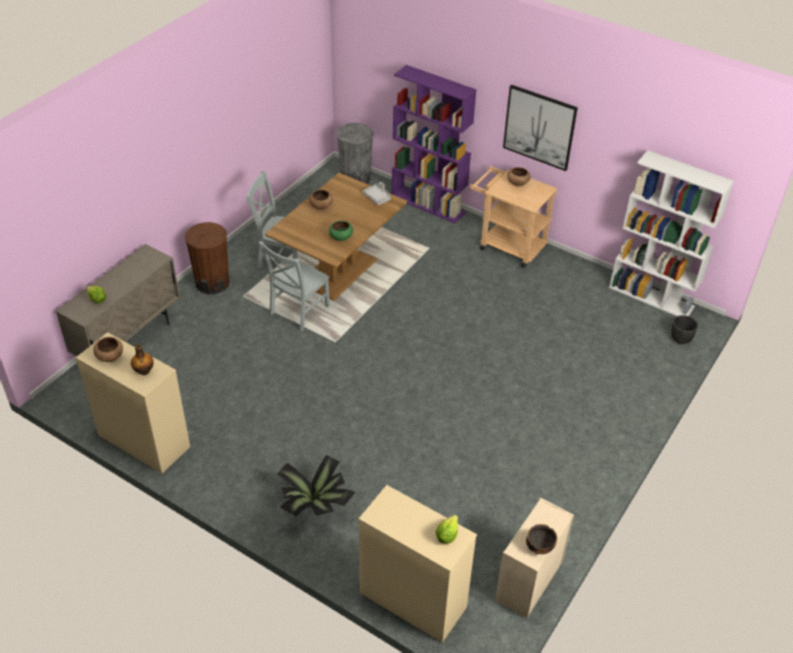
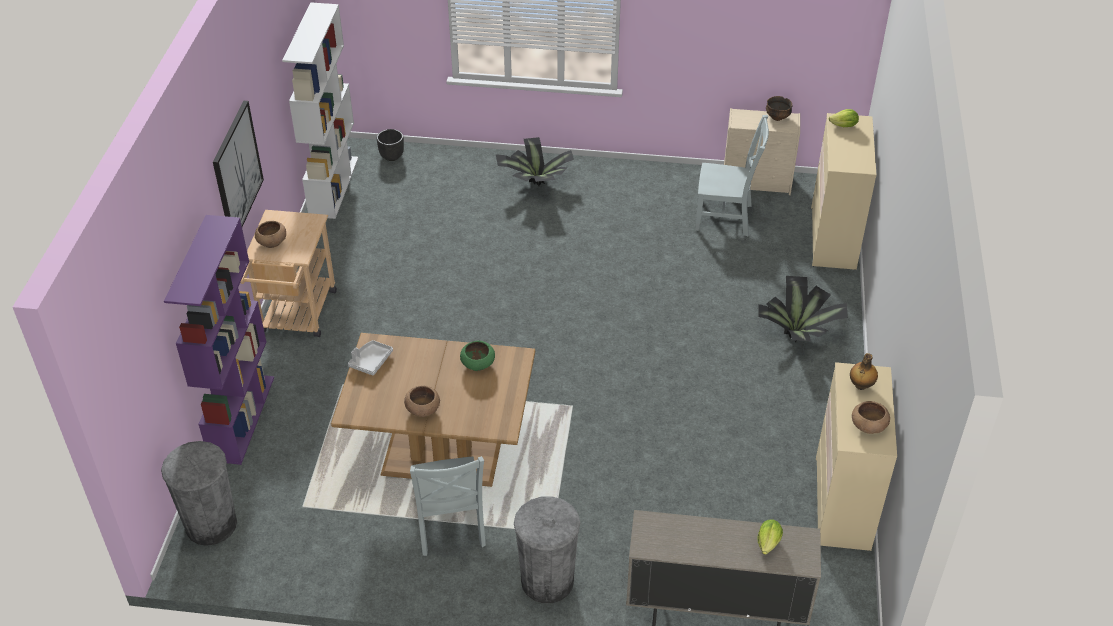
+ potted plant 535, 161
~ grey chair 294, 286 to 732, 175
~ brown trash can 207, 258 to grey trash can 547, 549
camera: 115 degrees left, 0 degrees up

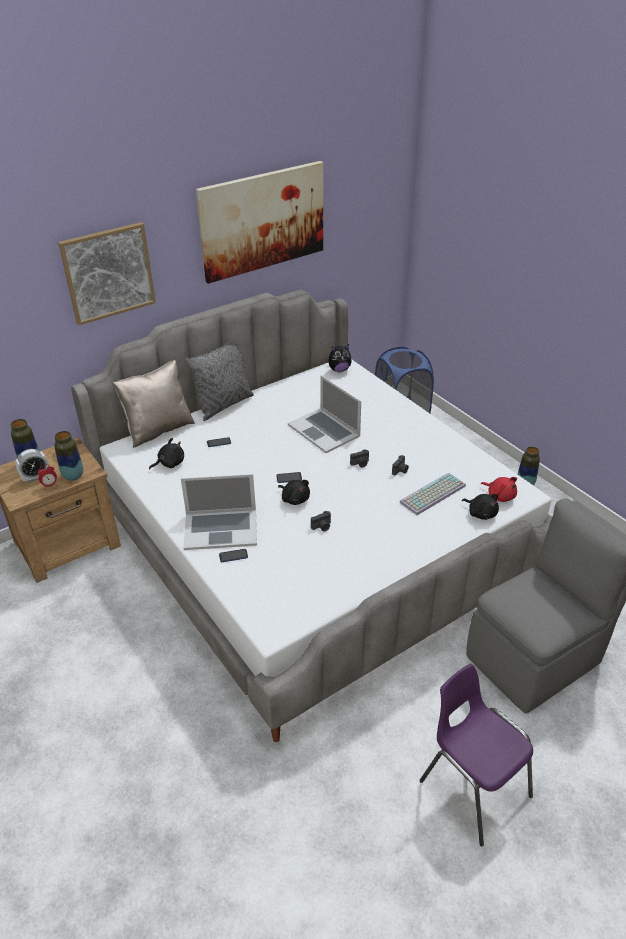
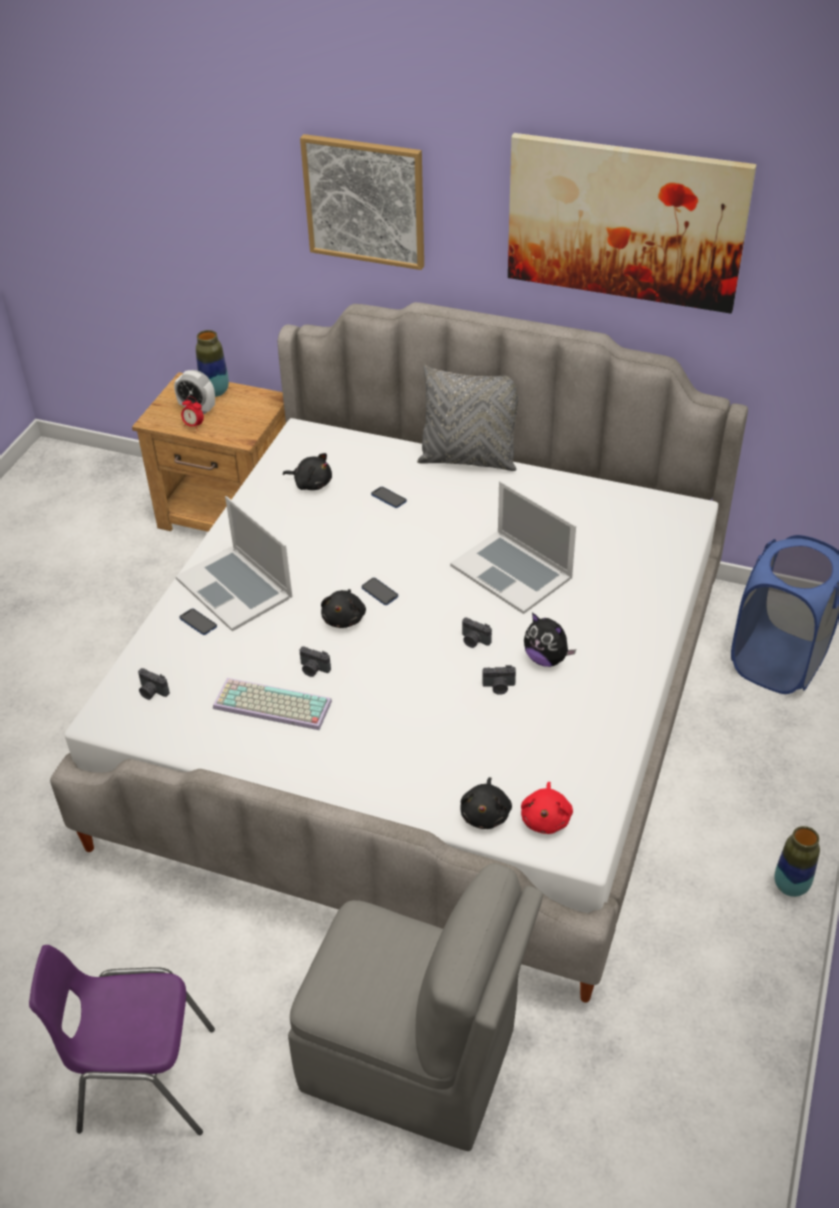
- vase 68, 456
- beige pillow 154, 404
+ photo camera 154, 684
~ plush toy 340, 358 to 550, 640
~ keyboard 432, 493 to 272, 704
~ laptop 324, 414 = 513, 547 60 degrees counterclockwise
~ purple chair 476, 755 = 122, 1040 105 degrees counterclockwise
camera: 55 degrees right, 5 degrees up

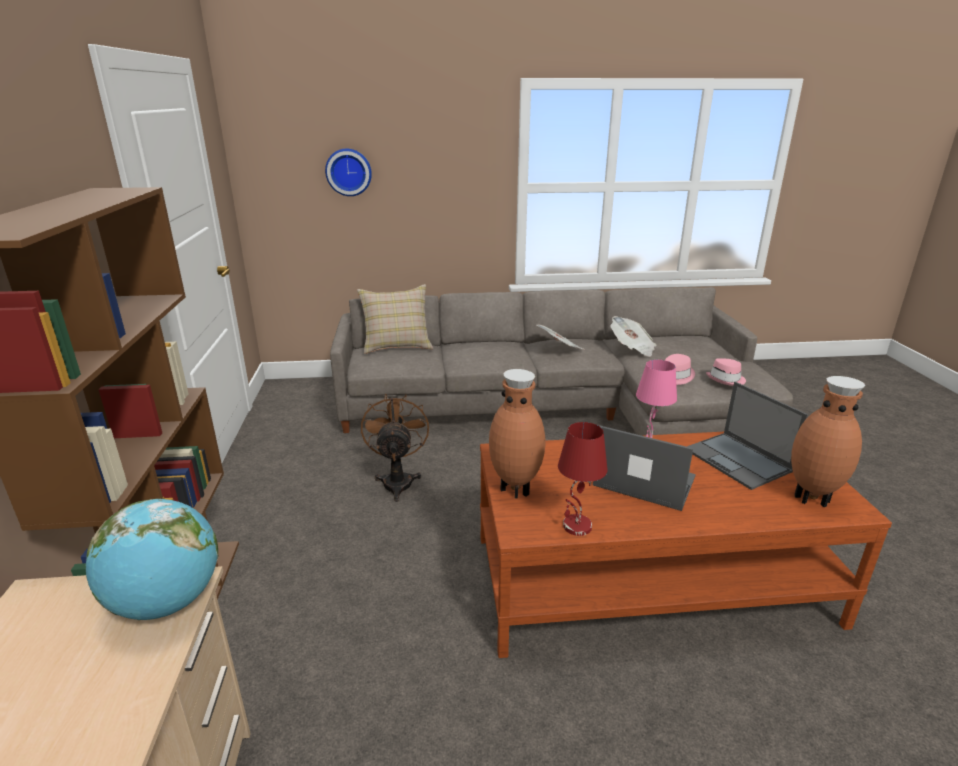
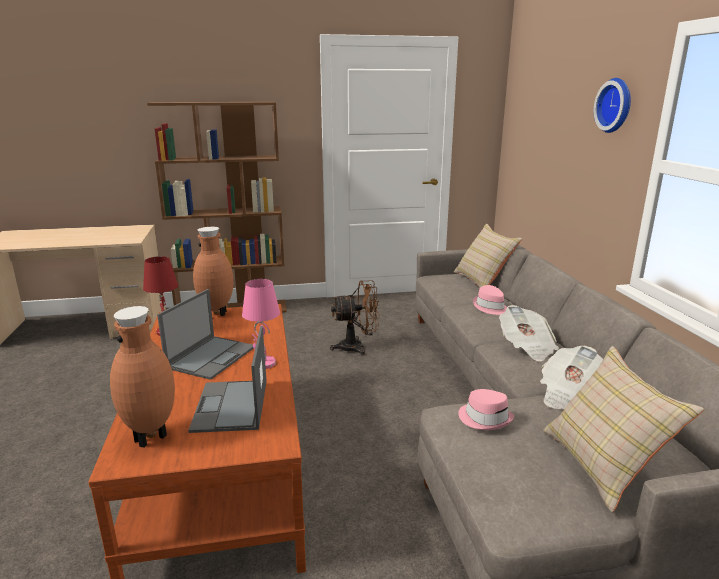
- globe 152, 559
+ beige pillow 623, 429
~ wall clock 348, 172 to 612, 105
~ pink hat 726, 372 to 490, 300
~ laptop 747, 436 = 227, 379 60 degrees counterclockwise
camera: 85 degrees right, 5 degrees down

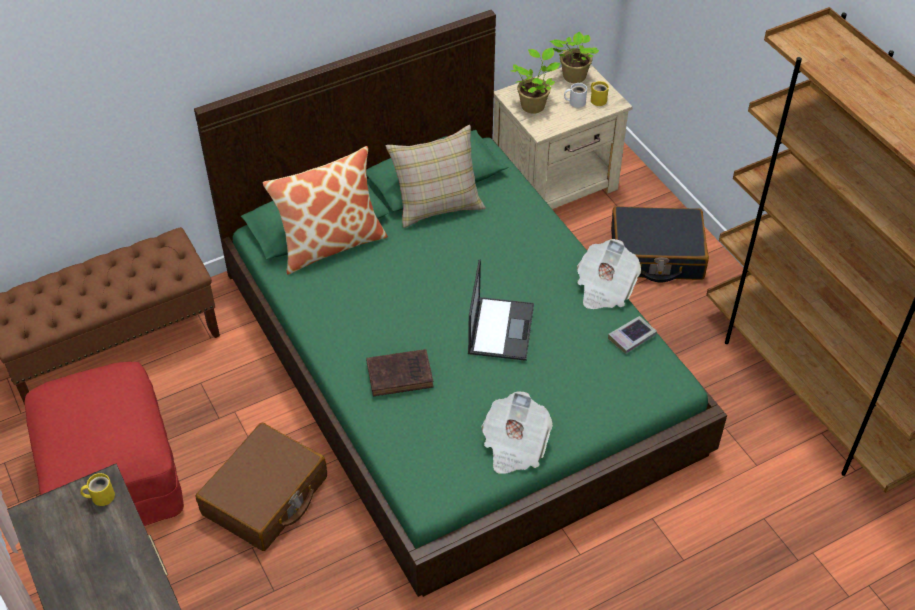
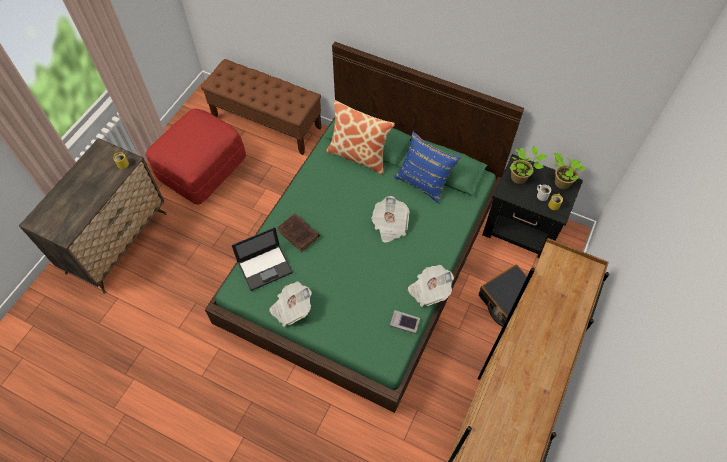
- brown suitcase 261, 487
+ newspaper 390, 219
~ laptop 501, 310 to 262, 259
~ beige pillow 436, 176 to blue pillow 427, 168
~ beige nightstand 563, 137 to black nightstand 532, 206
camera: 55 degrees right, 10 degrees up

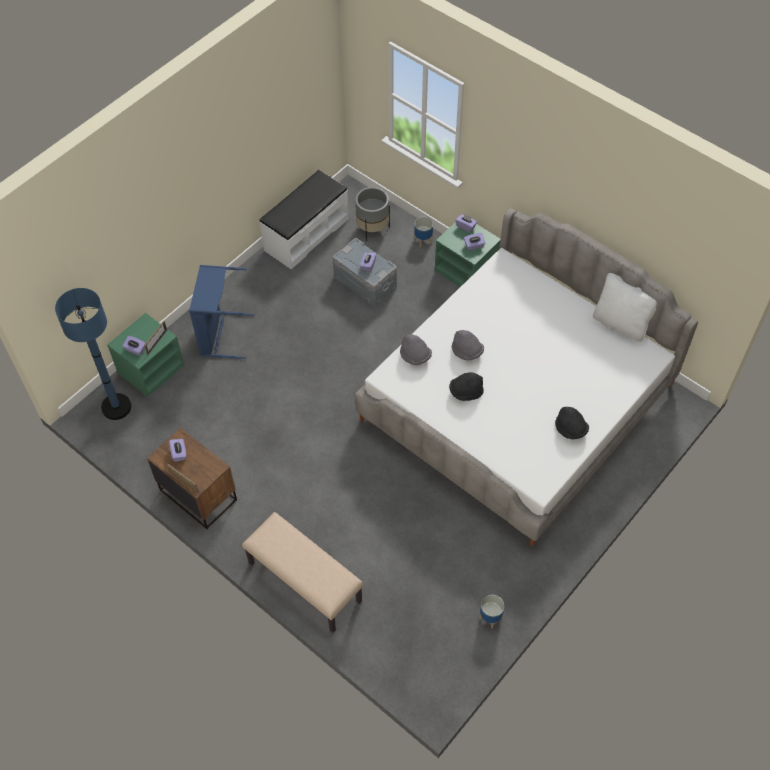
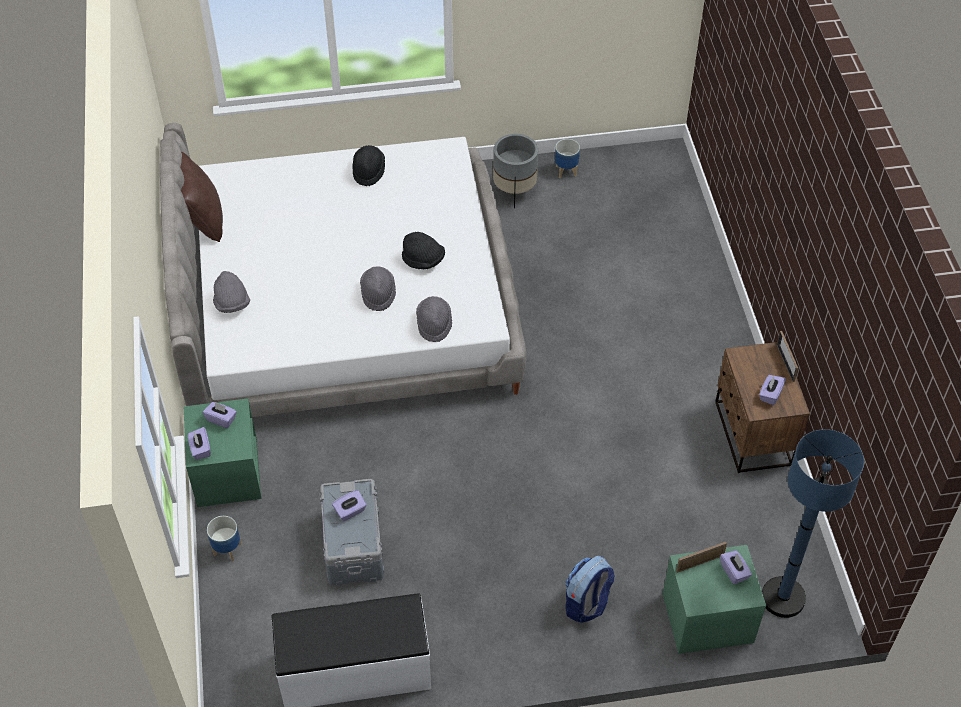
- beige bench 302, 572
+ grey hat 231, 292
~ grey planter 372, 214 to 515, 171
~ blue laundry basket 222, 312 to backpack 590, 589
~ white pillow 625, 307 to brown pillow 201, 197
camera: 140 degrees left, 5 degrees down

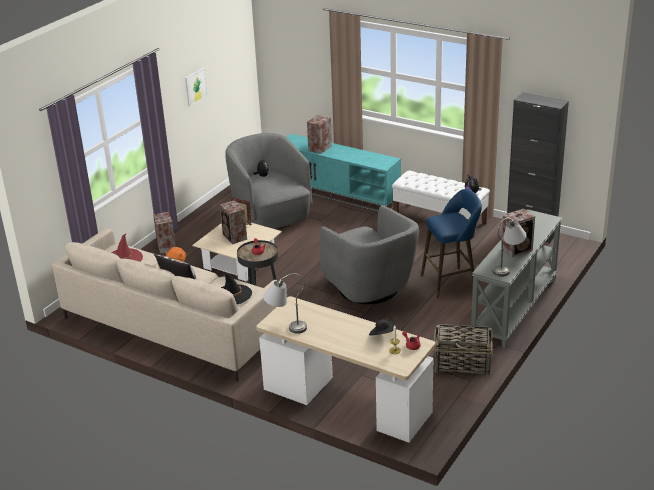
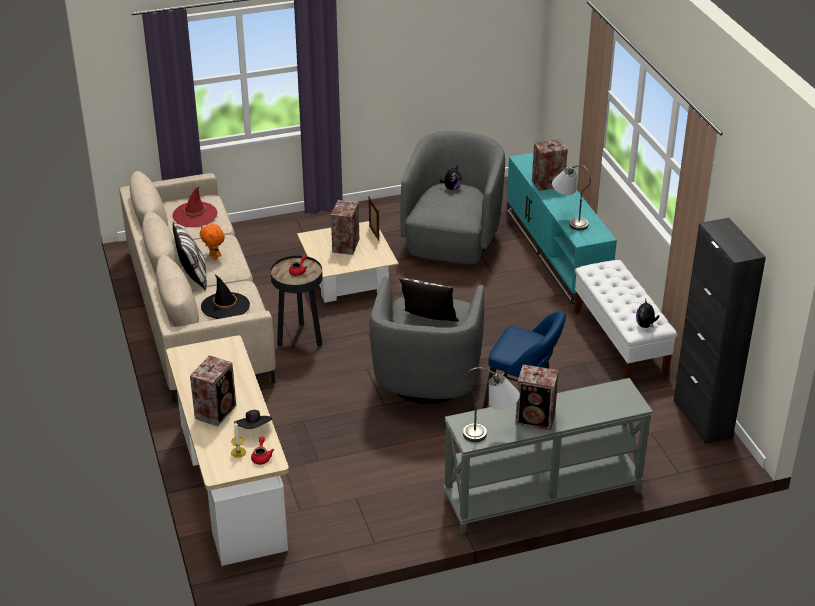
- picture 196, 86
- basket 463, 350
+ pillow 429, 300
~ speaker 164, 232 to 213, 390
~ grey table lamp 285, 303 to 571, 198
camera: 40 degrees right, 5 degrees up

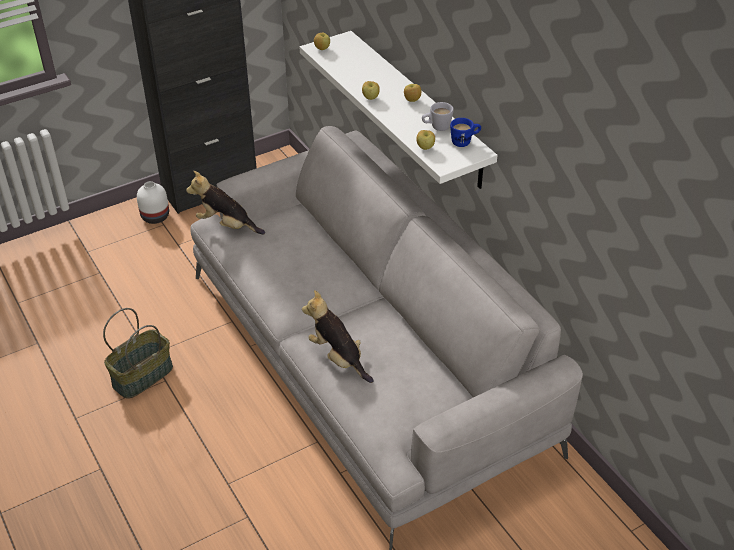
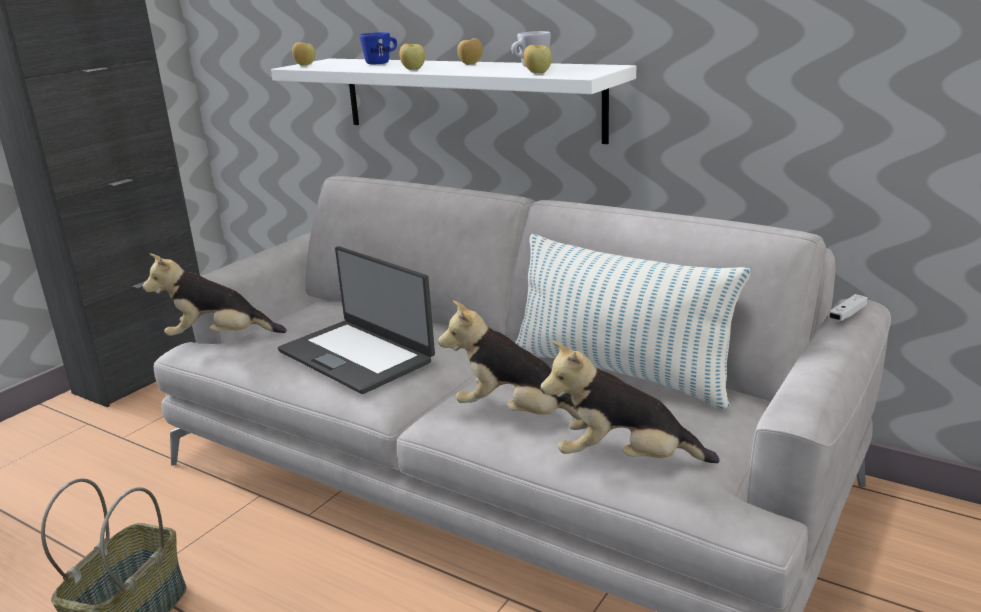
- white vase 153, 202
+ laptop 356, 320
+ pillow 632, 321
+ plush toy 630, 402
+ white game controller 848, 307
~ blue mug 465, 132 to 378, 48
camera: 25 degrees left, 20 degrees down

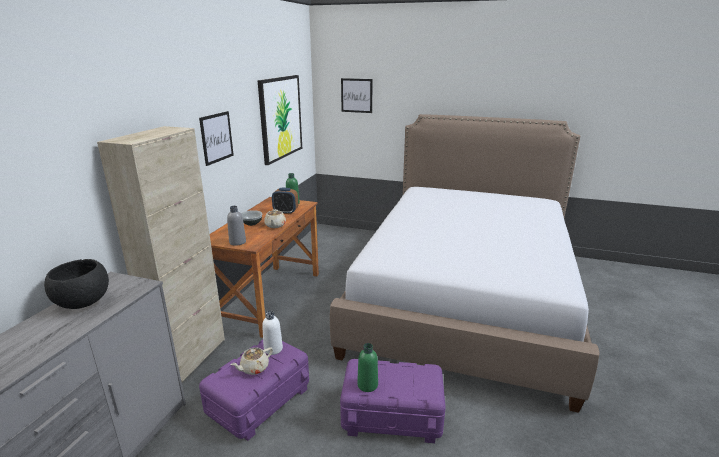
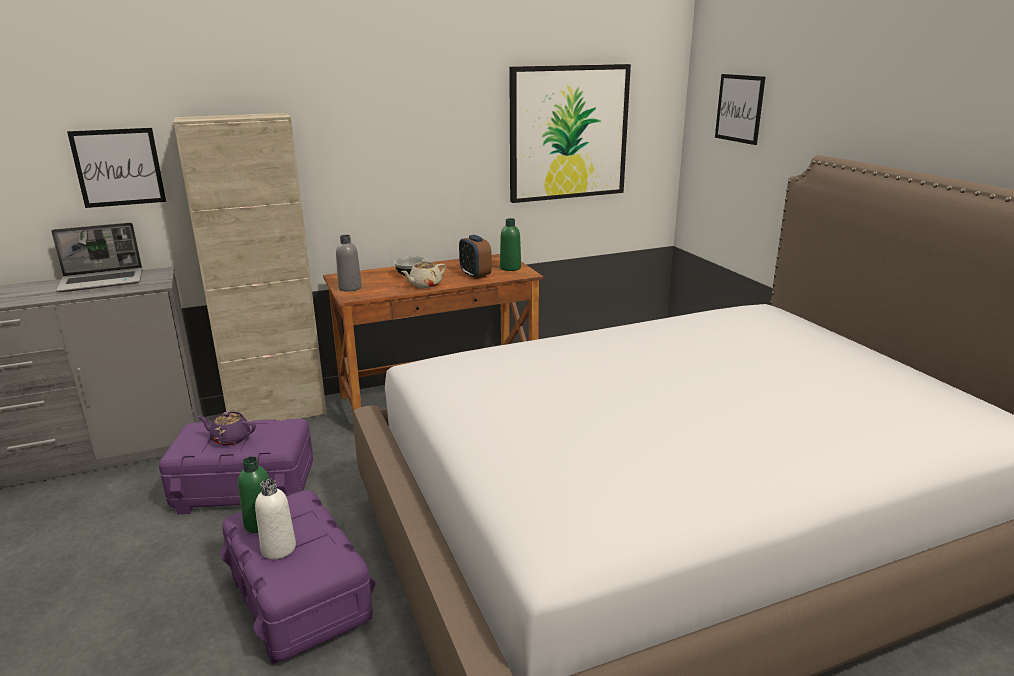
~ picture 216, 138 to 116, 168
~ white bottle 272, 333 to 275, 519
~ black bowl 76, 284 to laptop 96, 257
~ beige teapot 252, 361 to purple teapot 226, 428
camera: 50 degrees right, 0 degrees up

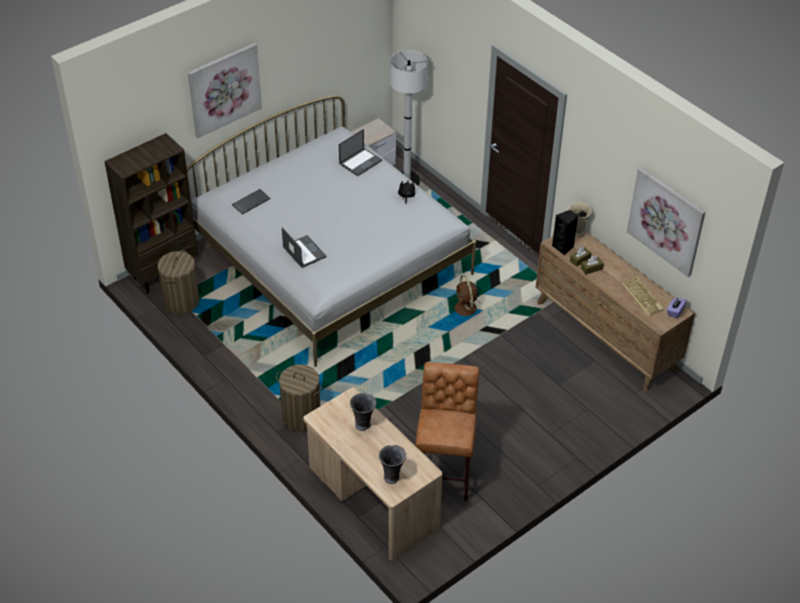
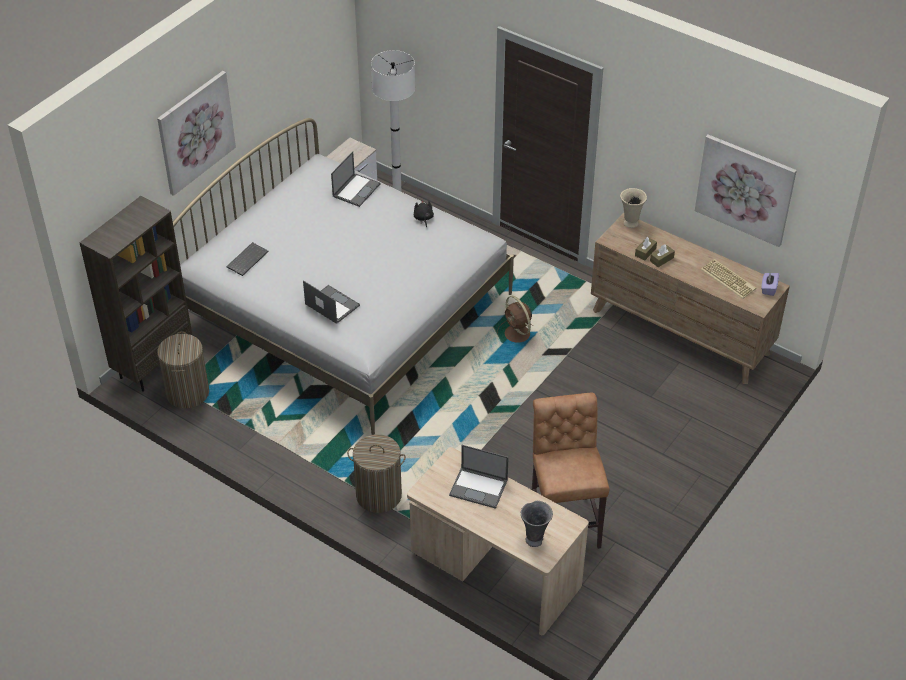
- black speaker 565, 232
~ grey vase 363, 412 to laptop 479, 477
camera: 15 degrees left, 0 degrees up

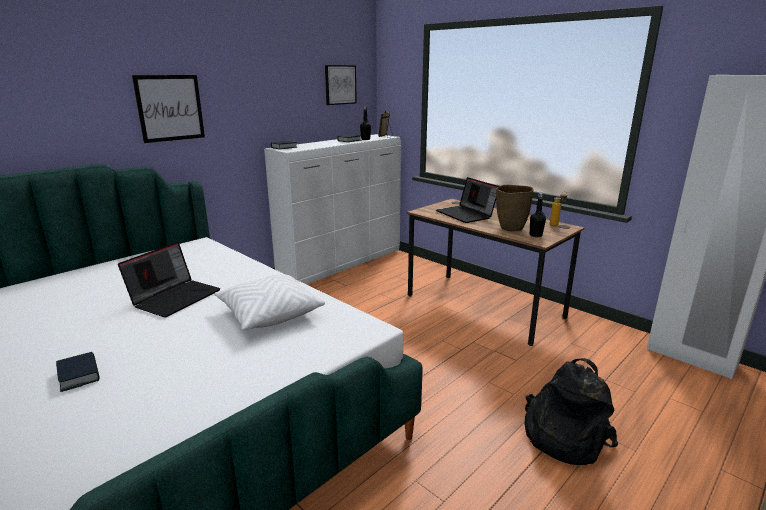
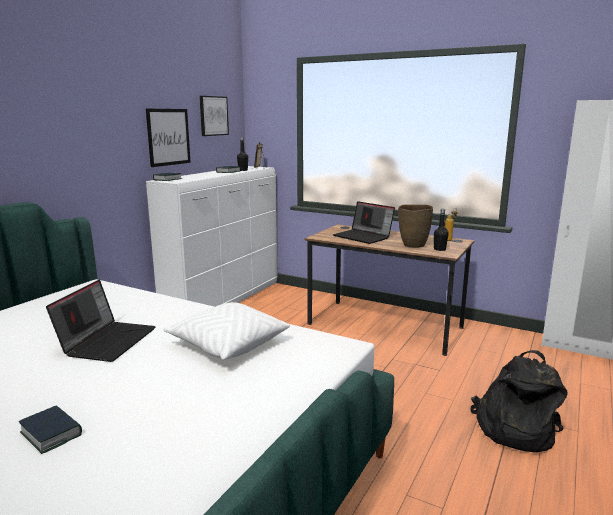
~ picture 168, 109 to 168, 138
camera: 15 degrees left, 5 degrees down

